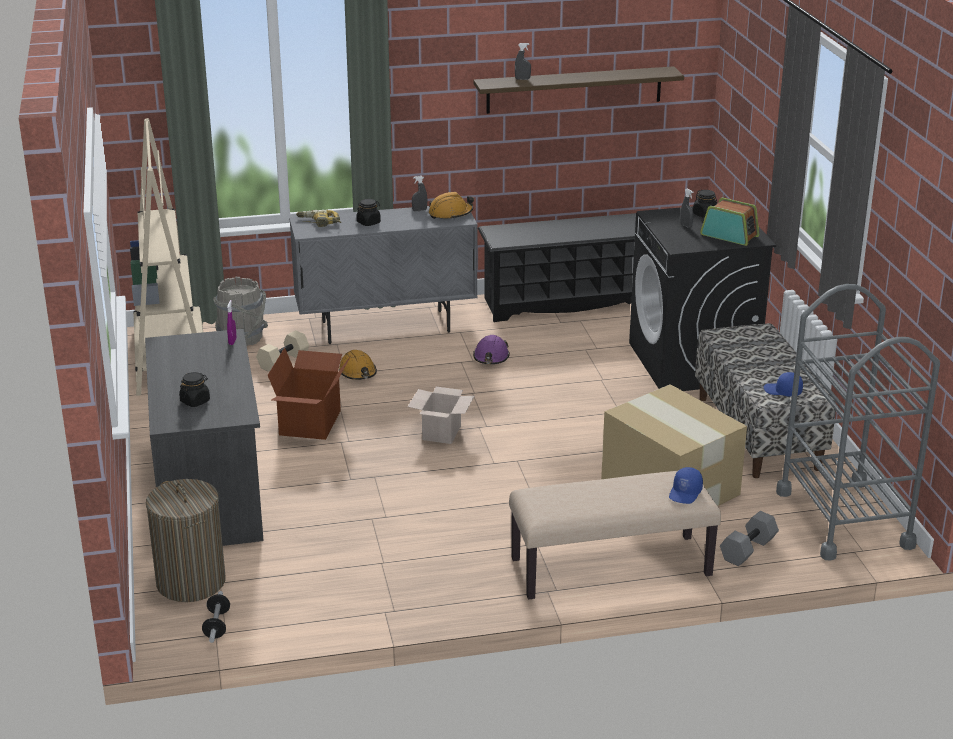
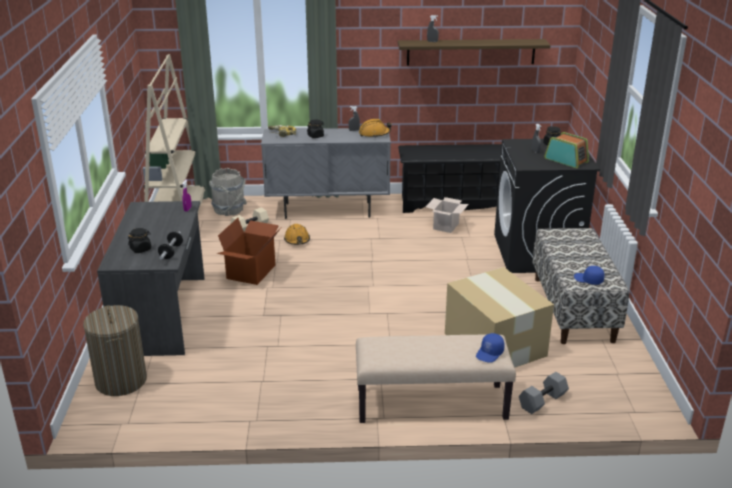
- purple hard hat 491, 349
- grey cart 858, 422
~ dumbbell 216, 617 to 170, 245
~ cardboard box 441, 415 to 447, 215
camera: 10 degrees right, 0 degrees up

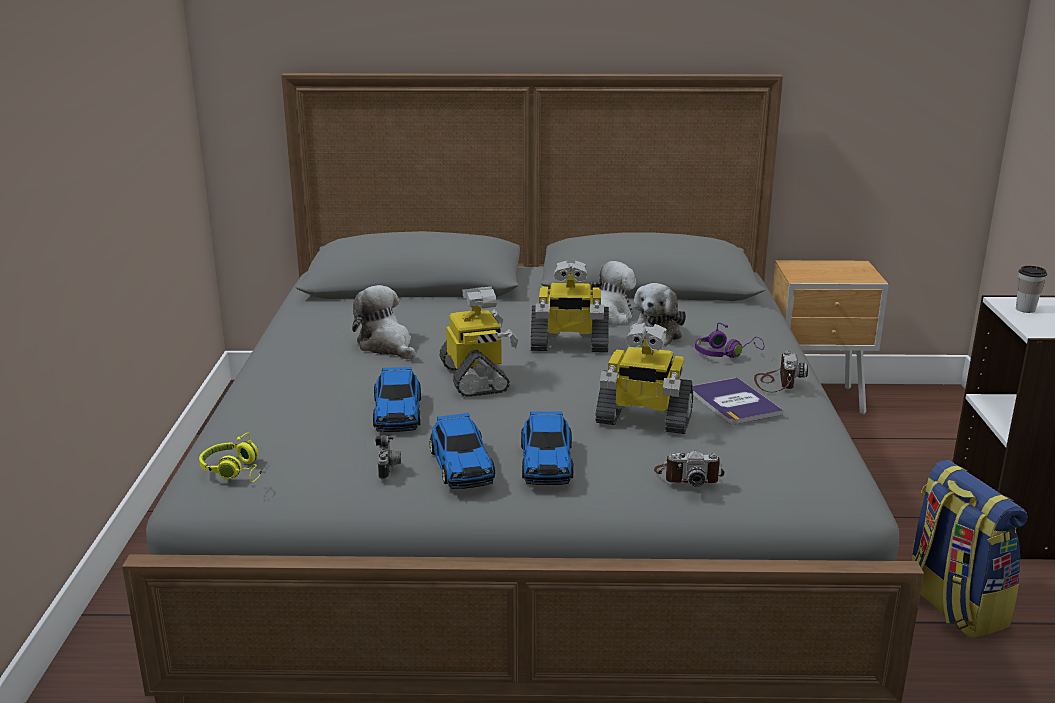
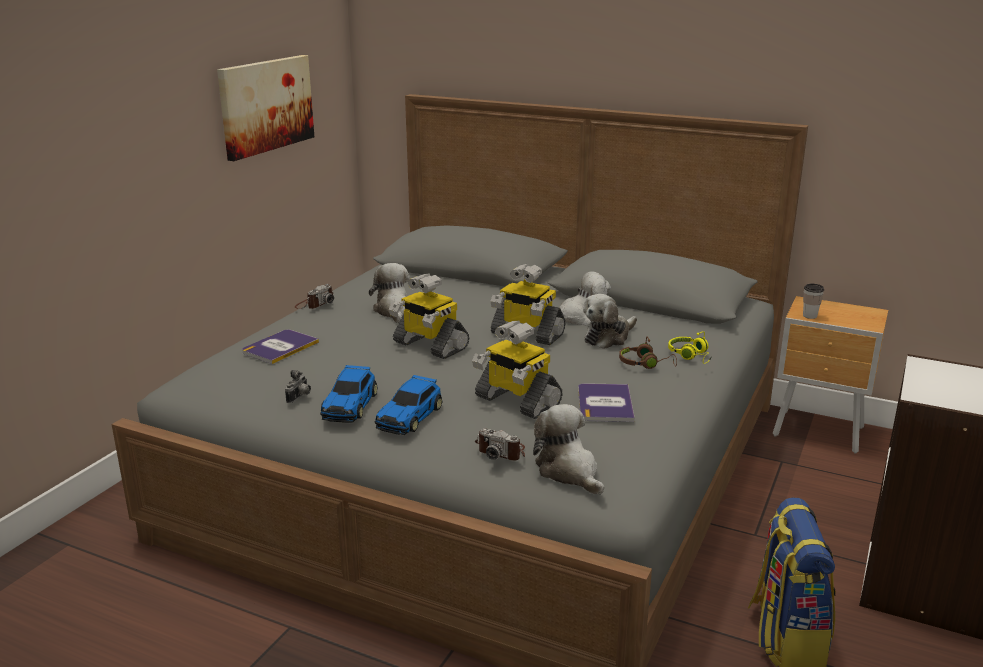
- toy car 397, 399
+ picture 265, 108
+ book 280, 347
+ plush toy 568, 449
~ yellow headphones 231, 458 to 689, 347
~ photo camera 781, 371 to 314, 296
~ cup 1031, 289 to 813, 301
~ purple headphones 729, 340 to brown headphones 648, 353
~ toy robot 478, 342 = 429, 316 120 degrees clockwise
camera: 25 degrees right, 0 degrees up

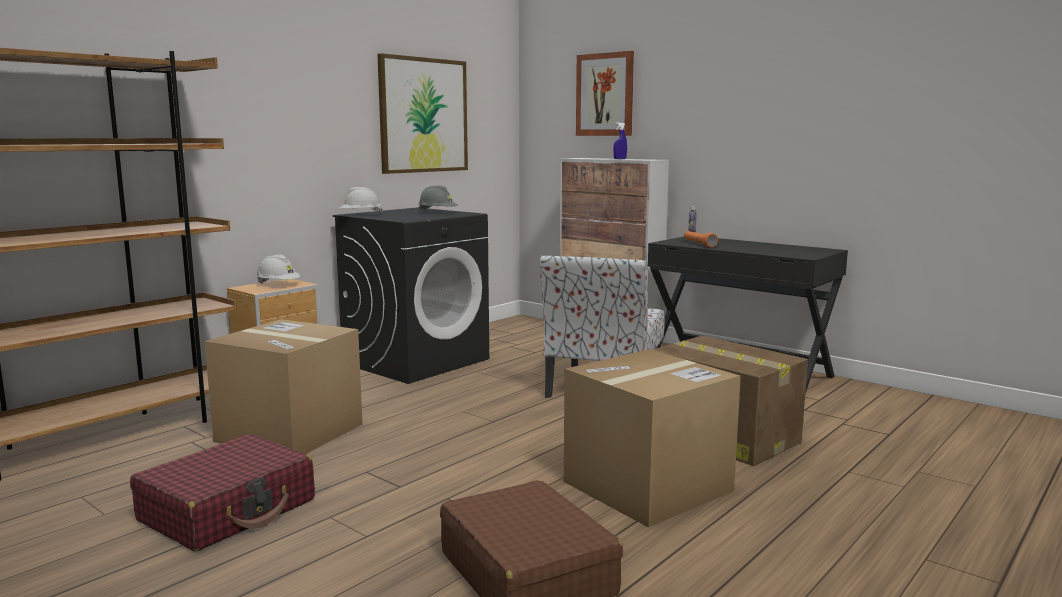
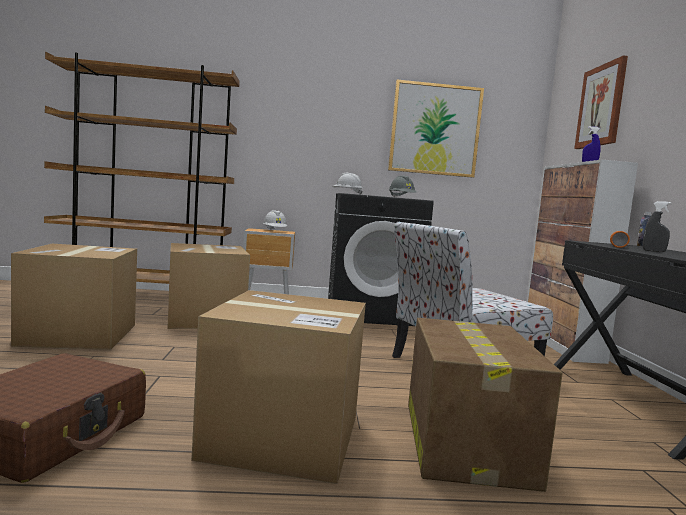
+ grey spray bottle 657, 226
~ red suitcase 222, 493 to cardboard box 74, 297
camera: 45 degrees right, 5 degrees down

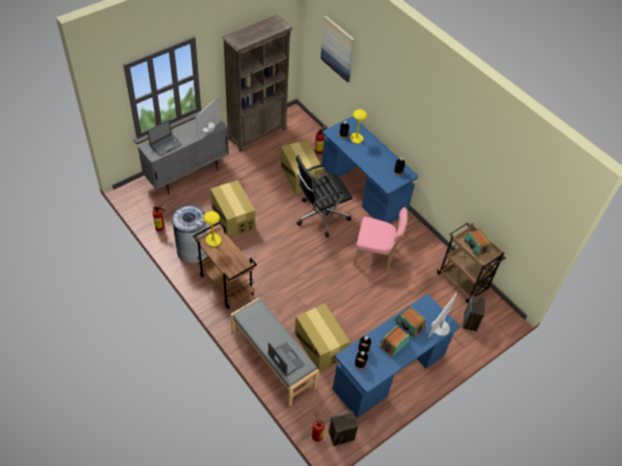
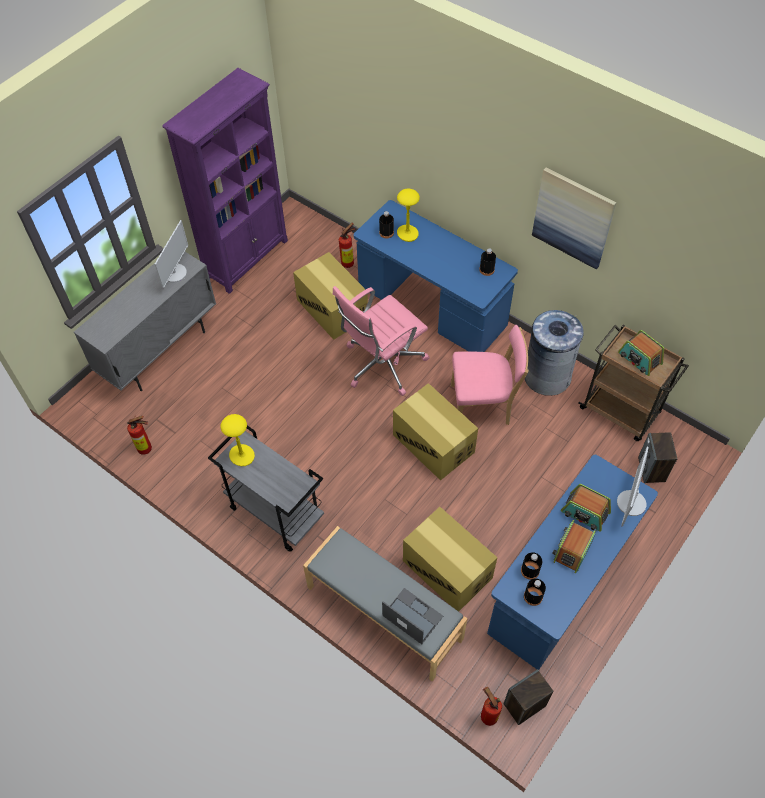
- laptop 164, 137
~ grey trash can 189, 234 to 554, 353
~ cardboard box 232, 209 to 435, 432
~ picture 338, 49 to 574, 218
~ brown cart 225, 265 to grey cart 266, 488
~ brown bookcase 257, 83 to purple bookcase 225, 181
~ black office chair 324, 196 to pink office chair 381, 341
camera: 10 degrees left, 5 degrees up

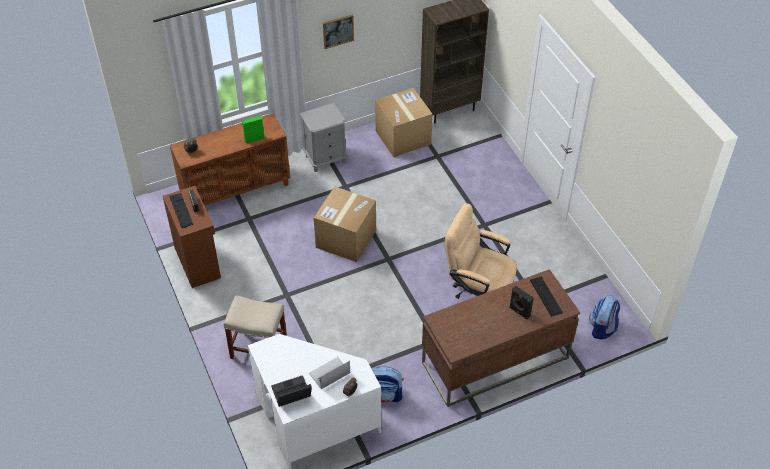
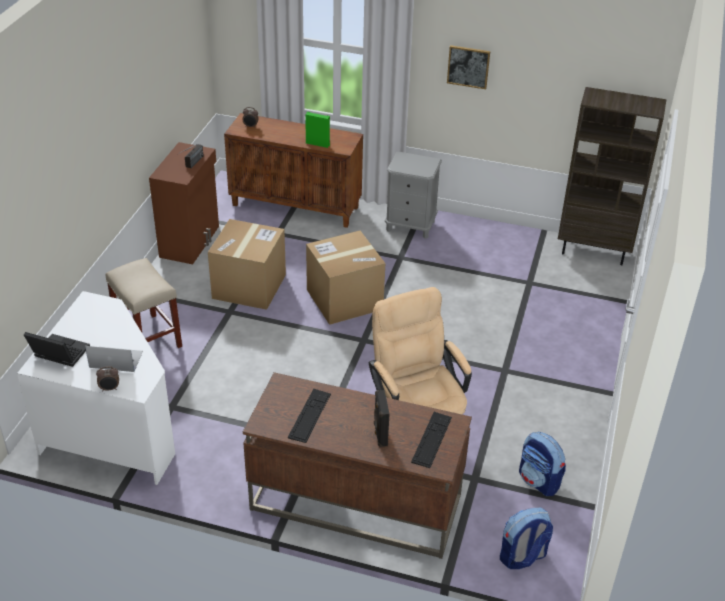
~ keyboard 181, 210 to 309, 416
~ backpack 388, 385 to 542, 464
~ cardboard box 404, 123 to 247, 264
camera: 40 degrees right, 10 degrees down

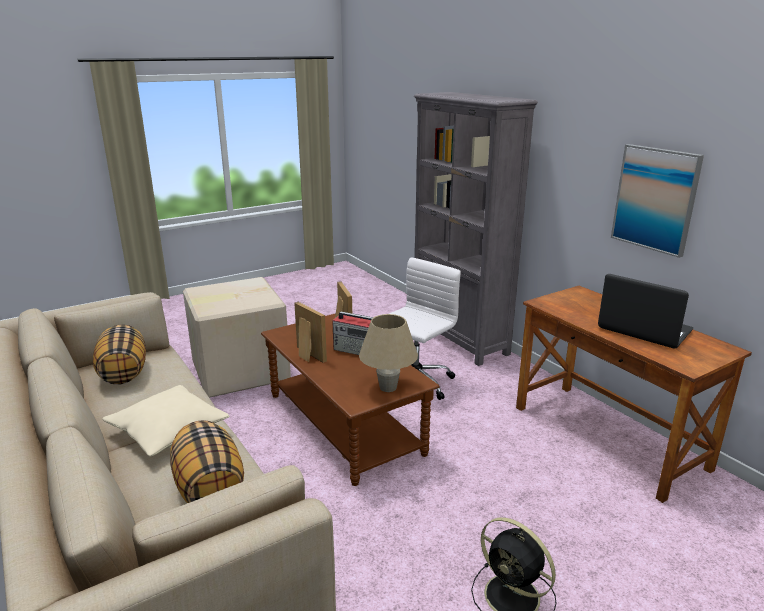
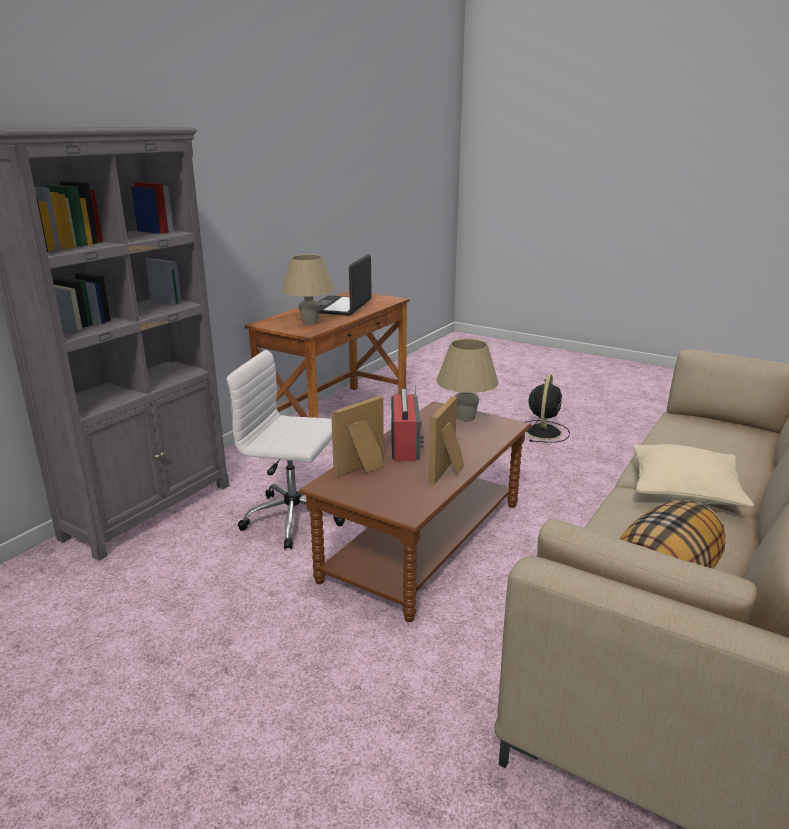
- pillow 207, 461
- cardboard box 237, 337
- picture 657, 201
+ beige table lamp 308, 289
camera: 115 degrees left, 0 degrees up

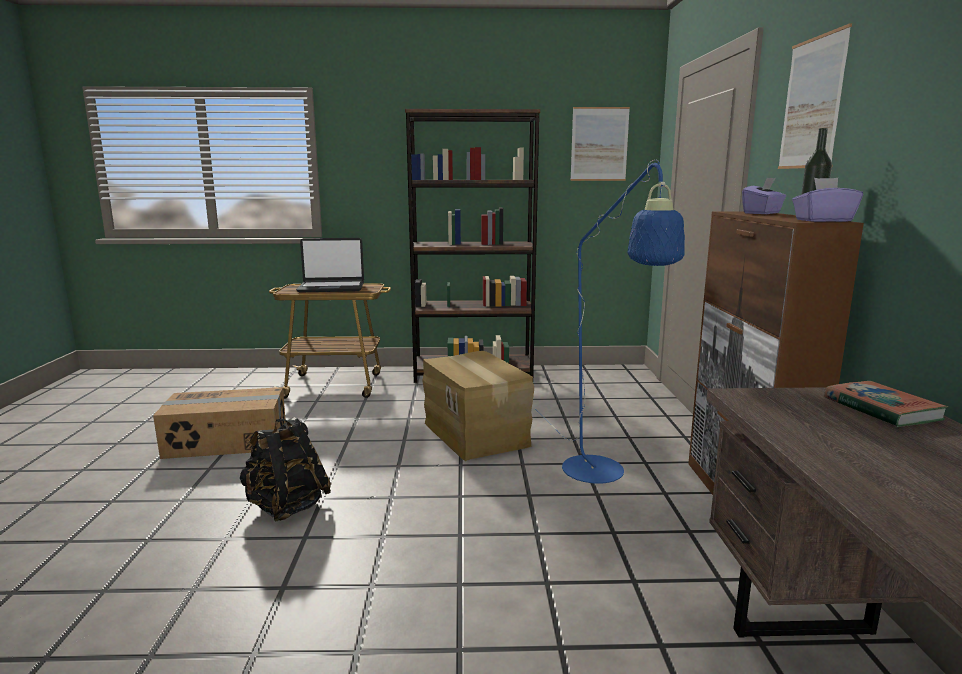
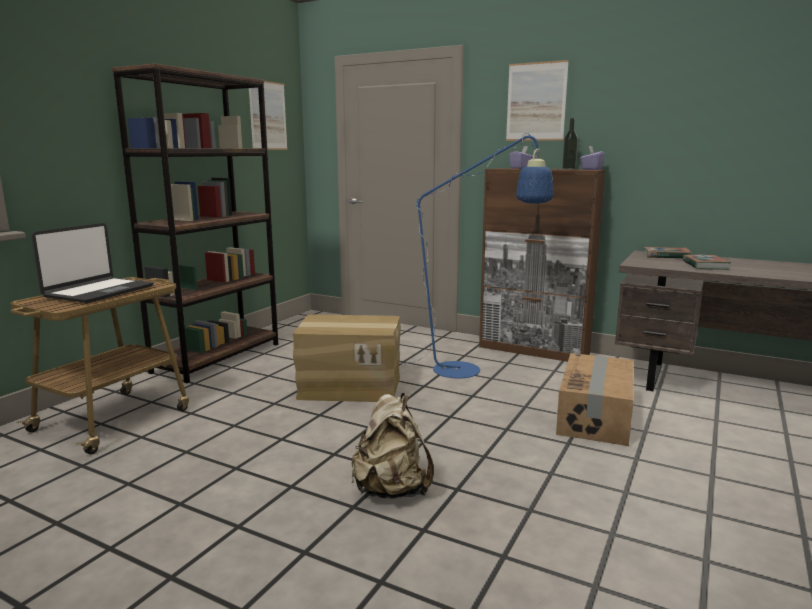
+ book 707, 262
~ cardboard box 219, 423 to 595, 399
~ black backpack 285, 469 to beige backpack 392, 446
camera: 60 degrees left, 0 degrees up

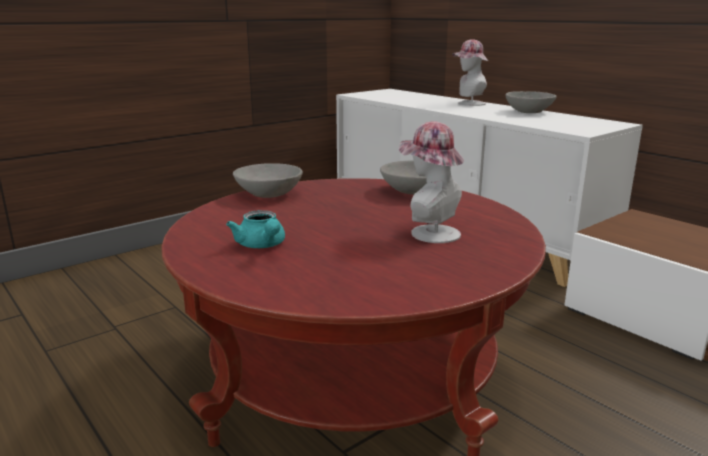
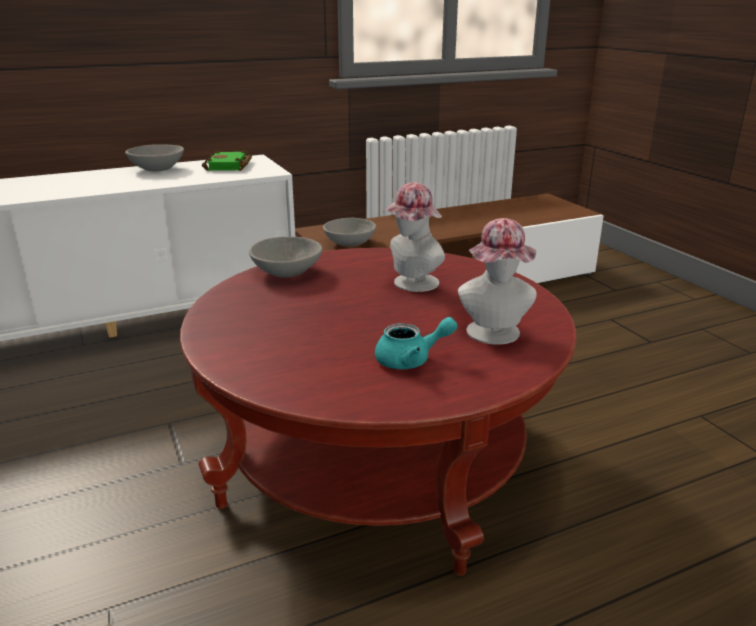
+ green book 227, 160
~ grey bowl 268, 180 to 349, 232
~ hat 470, 72 to 497, 281
camera: 75 degrees left, 5 degrees up

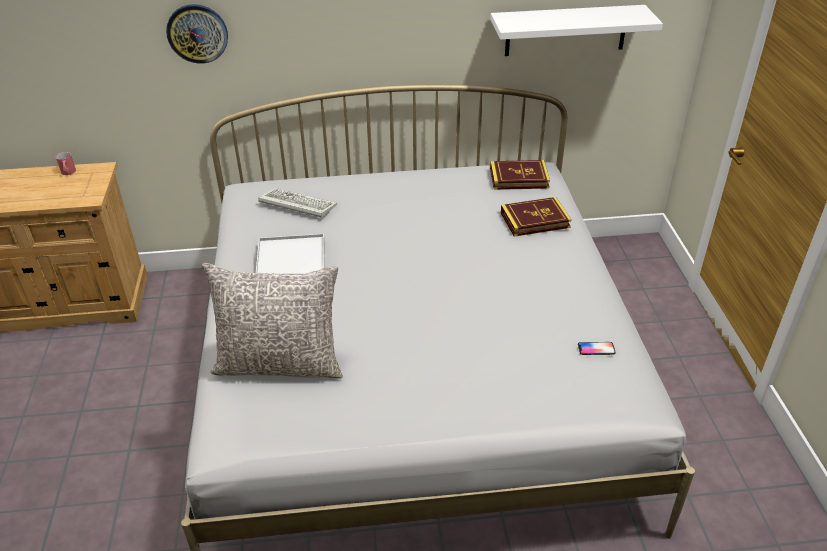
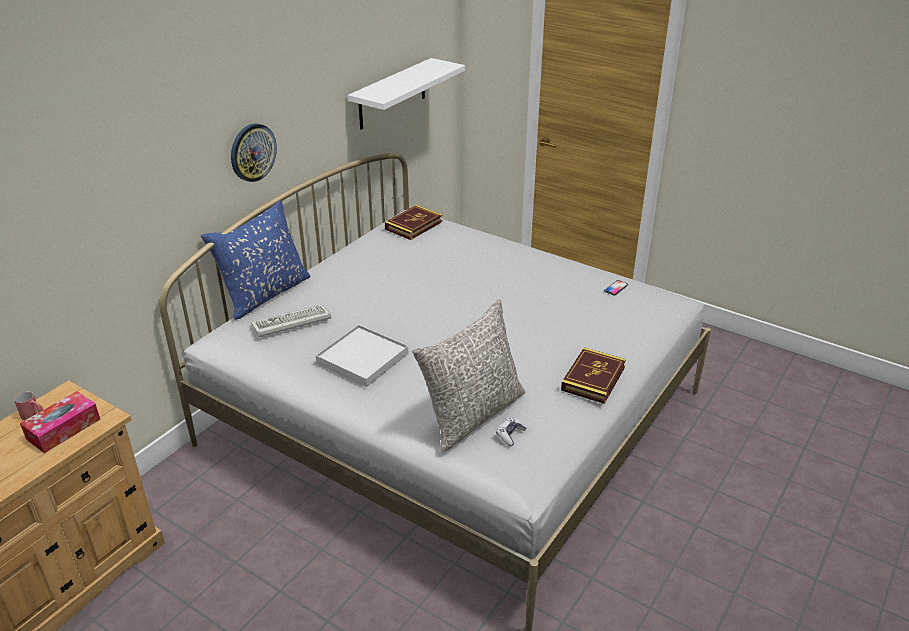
+ tissue box 60, 422
+ blue pillow 256, 260
+ game controller 511, 431
~ wall clock 197, 34 to 254, 152
~ book 536, 217 to 593, 375
camera: 50 degrees left, 5 degrees down

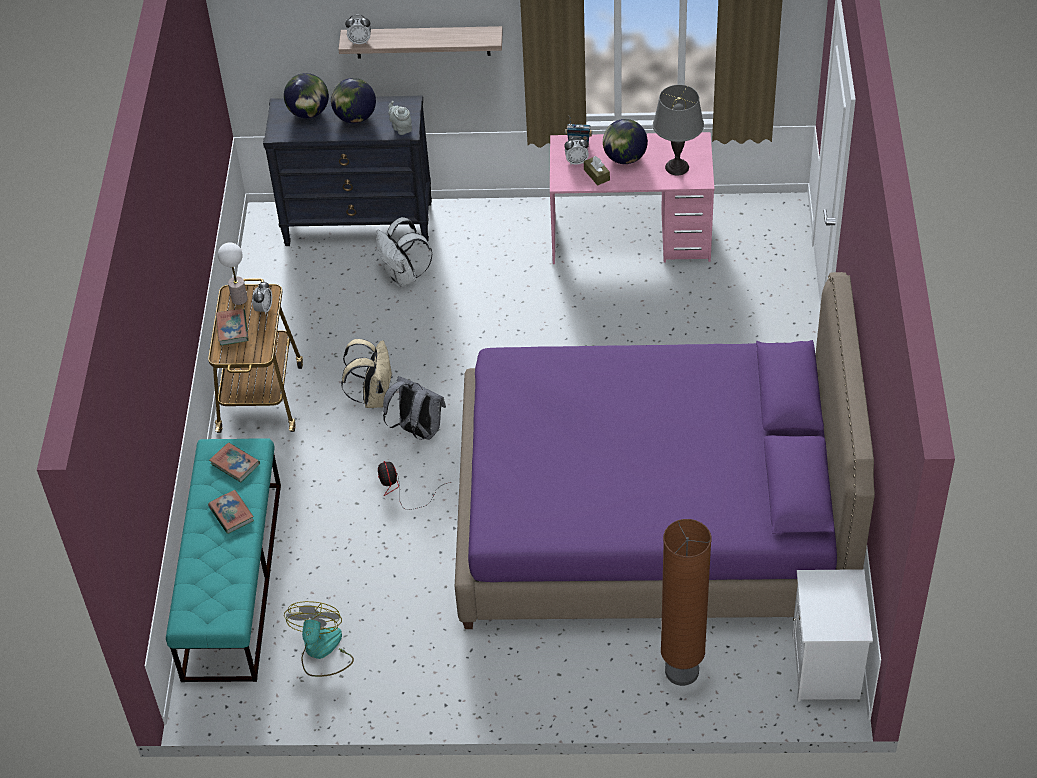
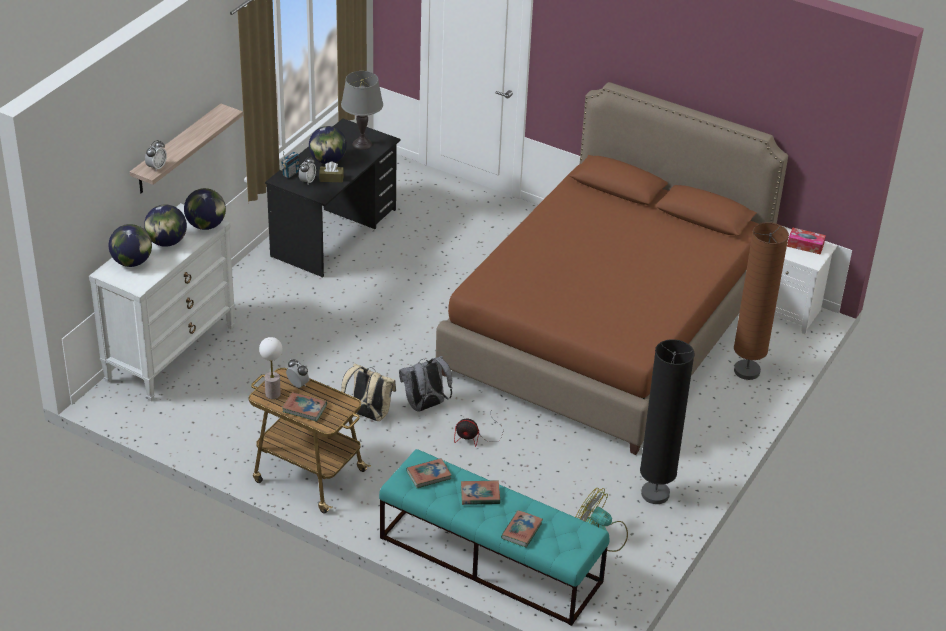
- white backpack 404, 252
+ book 522, 529
+ black floor lamp 667, 421
+ tissue box 806, 240
~ grey teapot 400, 118 to globe 205, 209
~ black dresser 347, 171 to white dresser 162, 302
~ purple bed 665, 450 to brown bed 612, 268
~ pink desk 632, 198 to black desk 332, 197
camera: 65 degrees left, 10 degrees down

